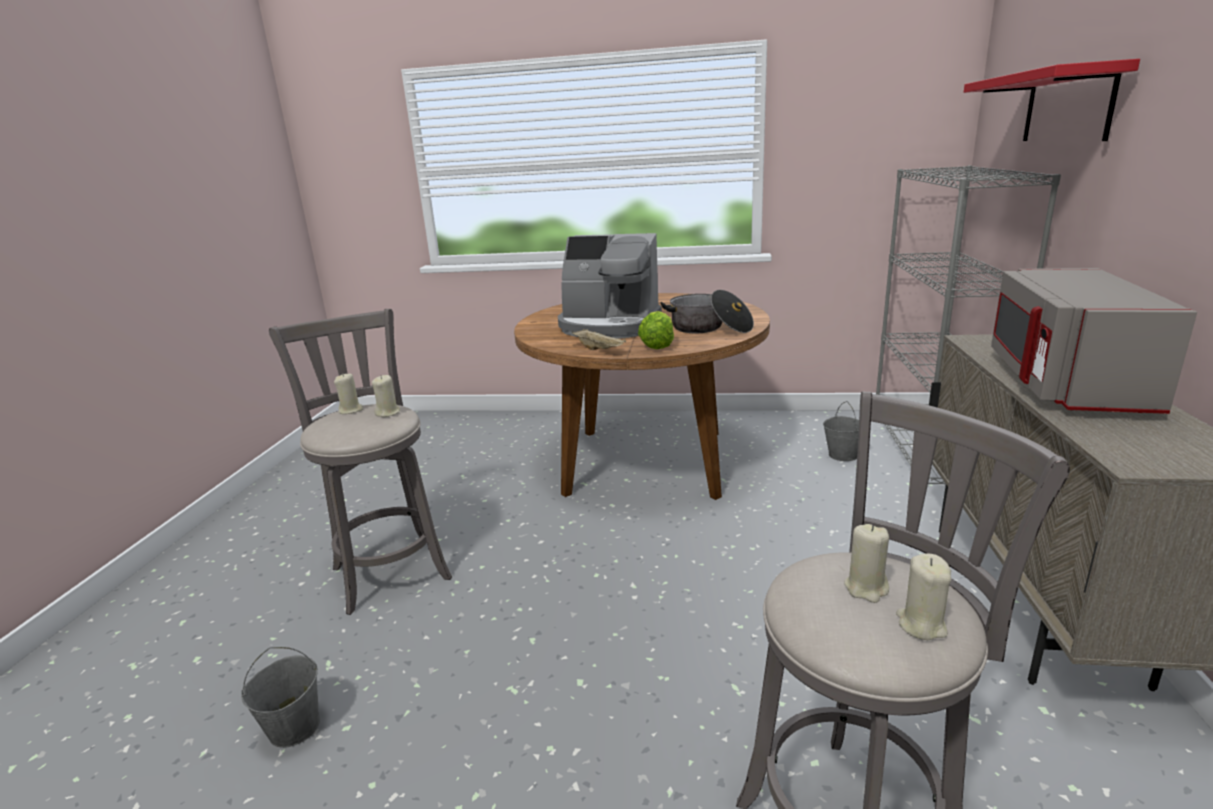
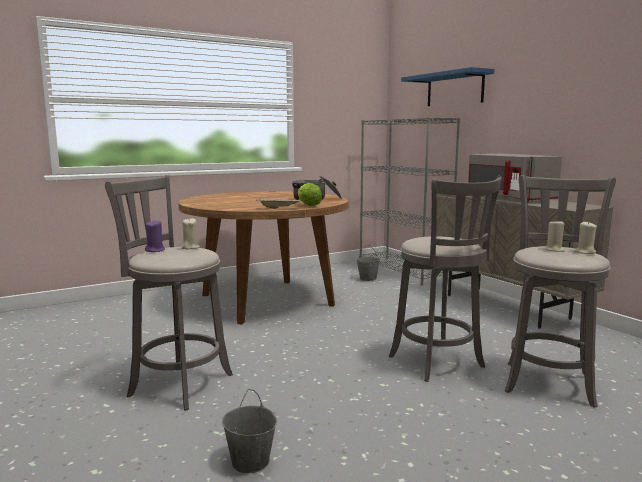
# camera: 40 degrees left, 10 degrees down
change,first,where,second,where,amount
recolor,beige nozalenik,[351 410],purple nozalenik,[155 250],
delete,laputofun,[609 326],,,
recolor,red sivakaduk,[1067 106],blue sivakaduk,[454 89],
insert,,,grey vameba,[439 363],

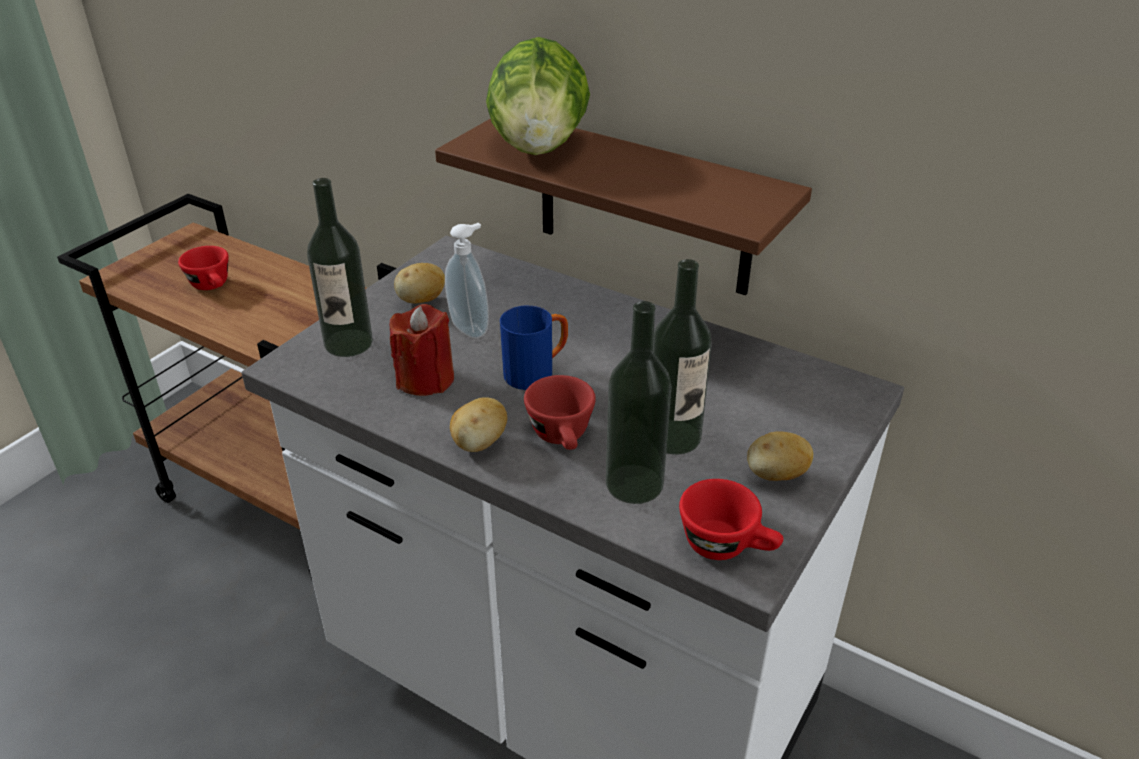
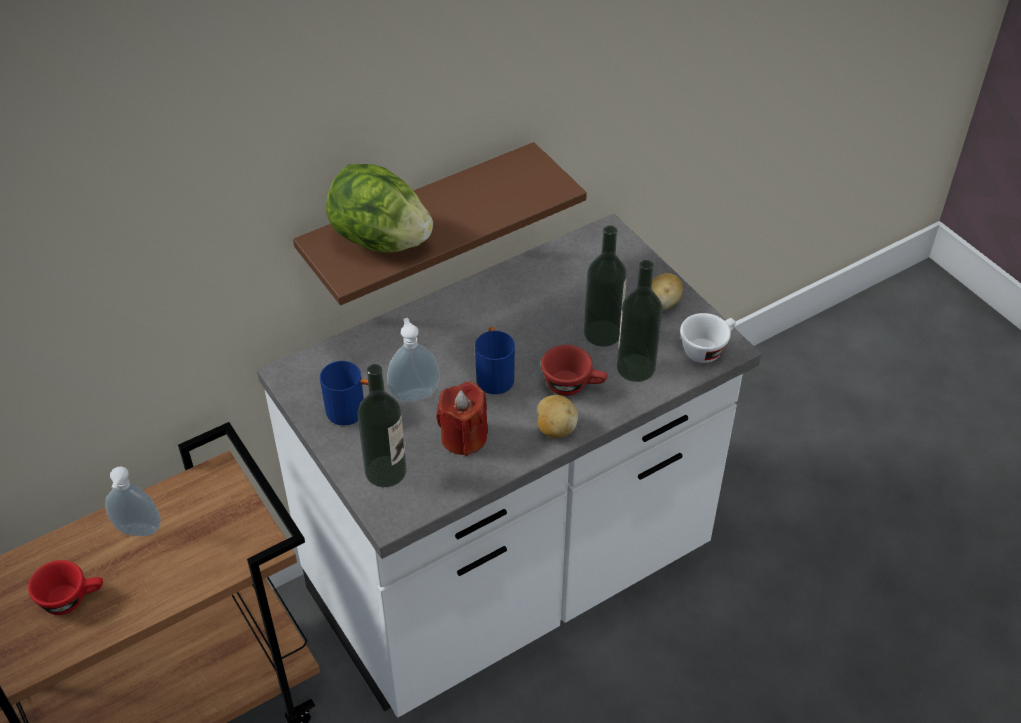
# camera: 65 degrees left, 10 degrees up
change,first,where,second,where,amount
replace,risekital,[421 300],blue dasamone,[353 412],
recolor,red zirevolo,[727 546],white zirevolo,[707 348],
insert,,,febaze,[138 532],

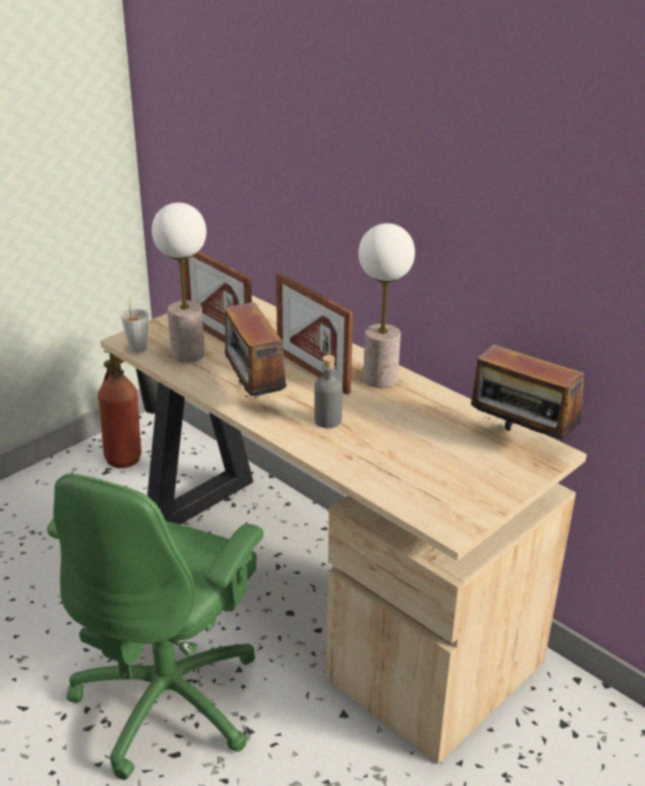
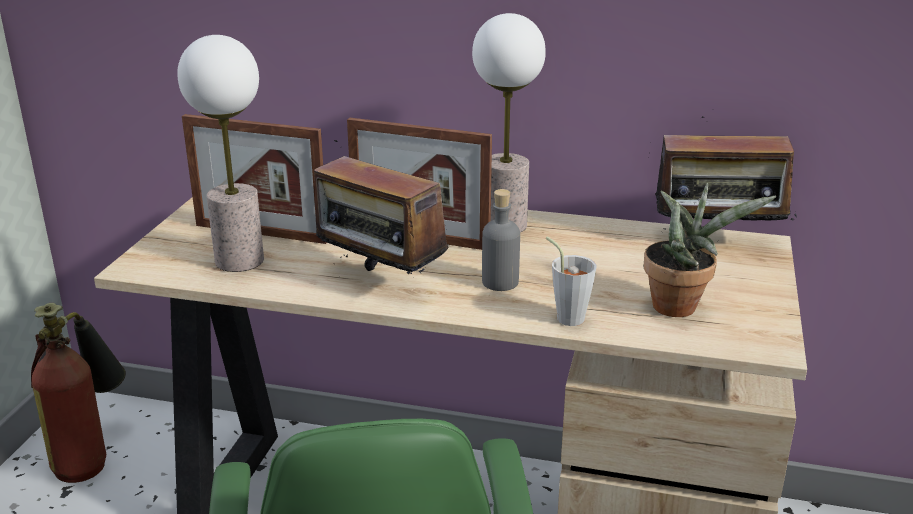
# camera: 30 degrees left, 5 degrees down
change,first,where,second,where,amount
move,grey zirevolo,[138 346],,[566 316],
insert,,,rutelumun,[680 305],

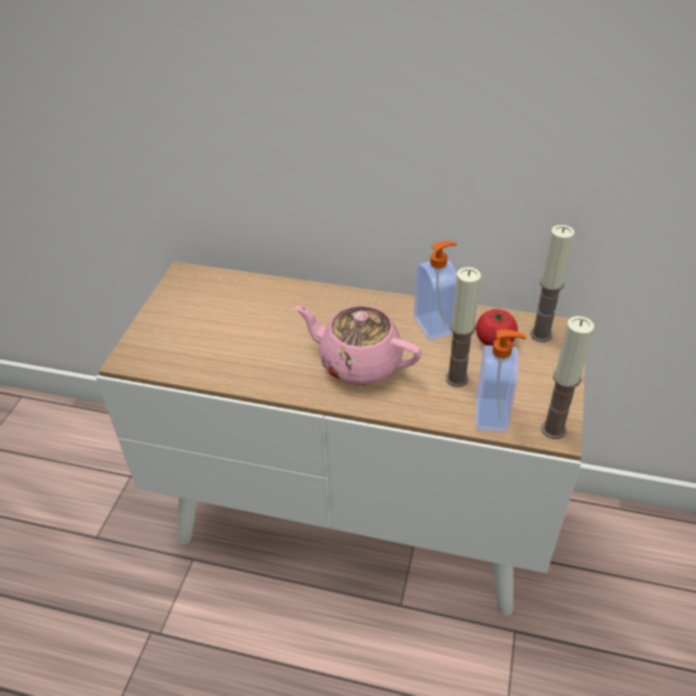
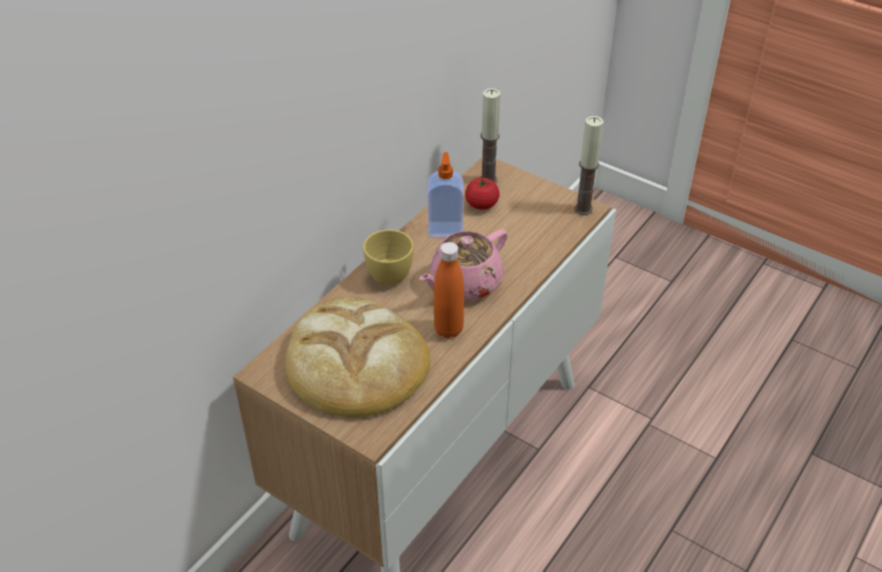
# camera: 70 degrees left, 0 degrees up
change,first,where,second,where,amount
delete,nozalenik,[456 378],,,
delete,febaze,[493 415],,,
insert,,,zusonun,[356 363],
insert,,,yellow zirevolo,[386 273],
insert,,,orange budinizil,[448 329],

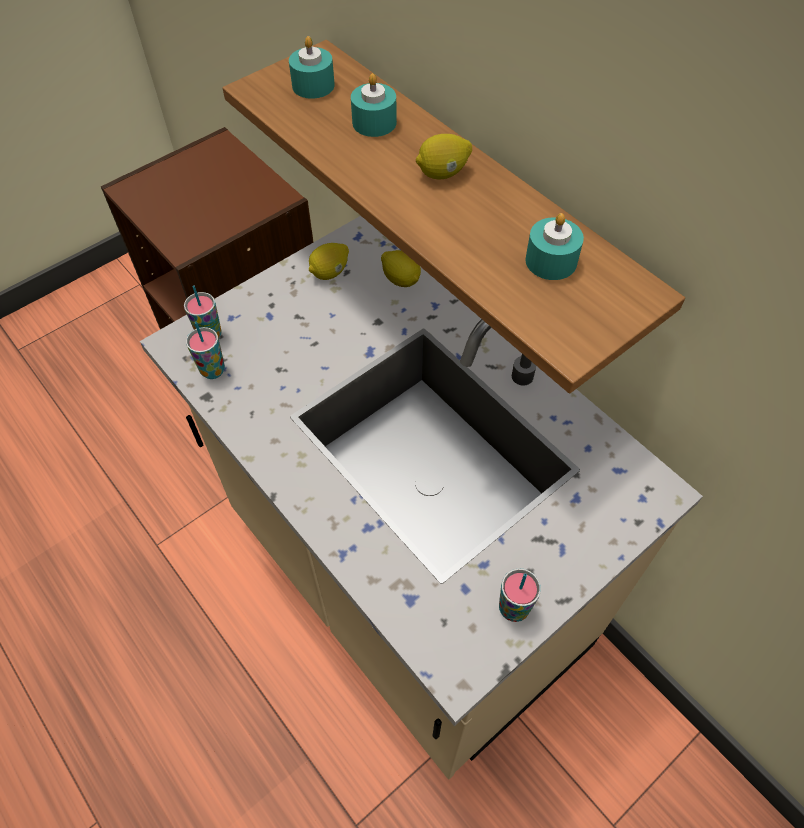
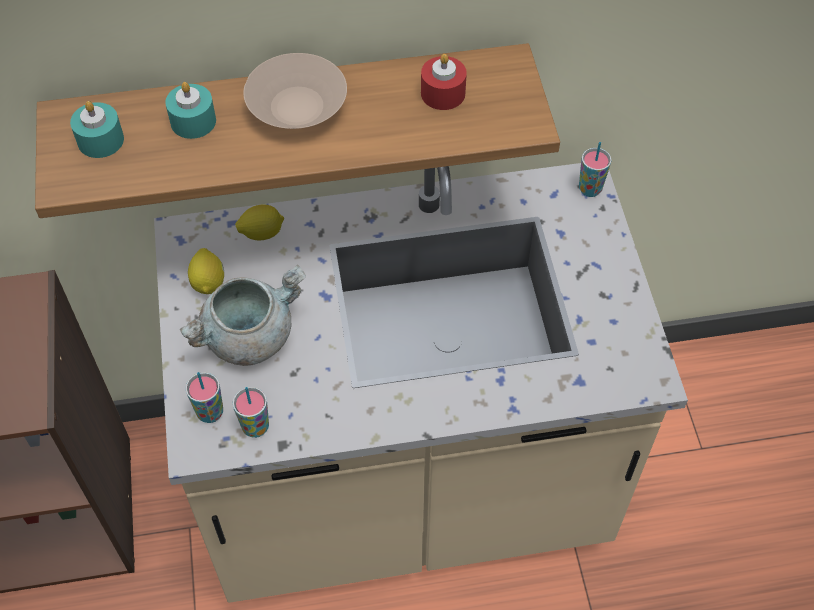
# camera: 60 degrees left, 0 degrees up
change,first,where,second,where,amount
replace,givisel,[443 173],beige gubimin,[297 108],
move,zirevolo,[513 608],,[590 189],
recolor,turquoise nozalenik,[551 261],red nozalenik,[443 93],
insert,,,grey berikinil,[249 336],

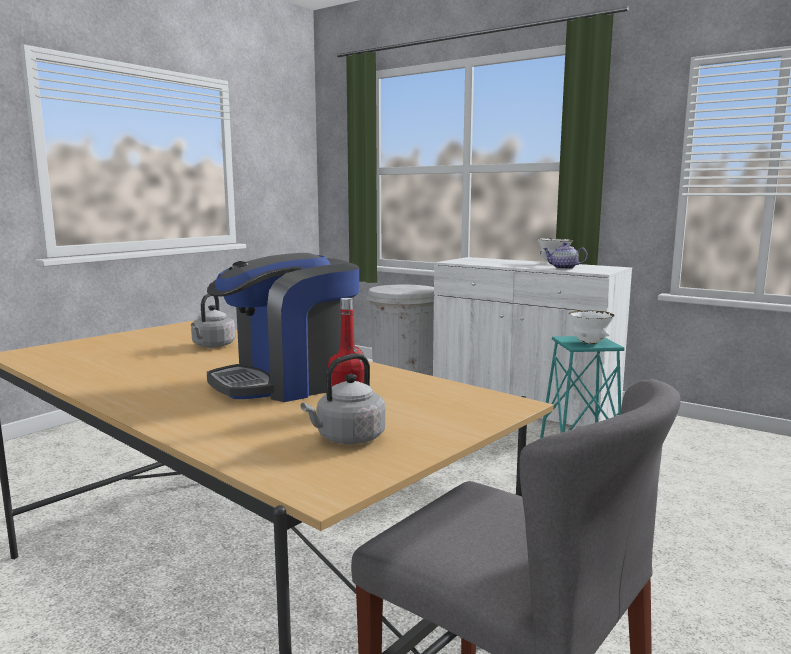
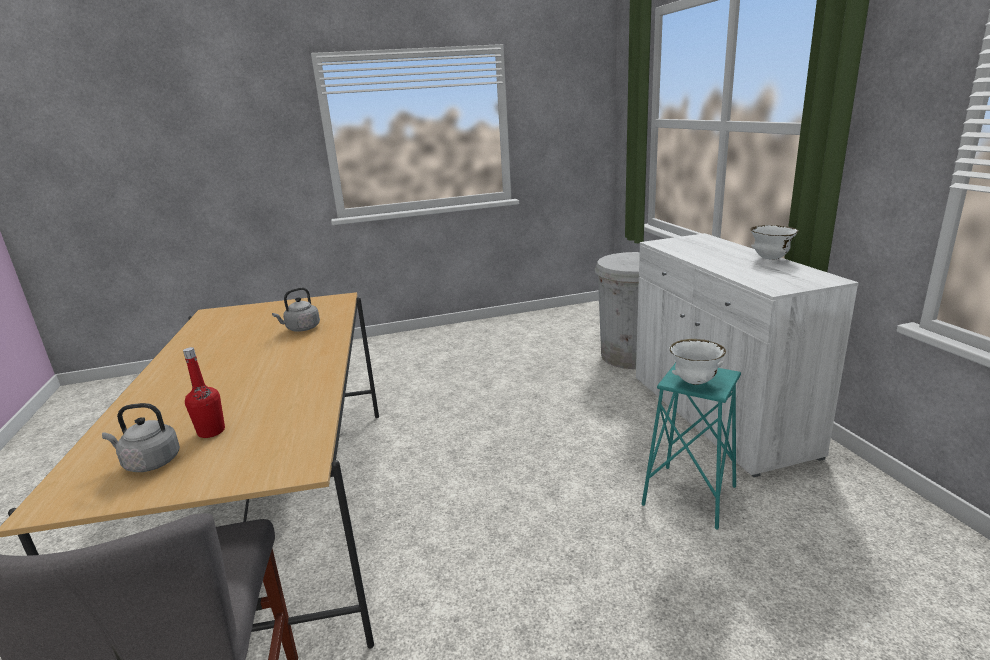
# camera: 40 degrees right, 10 degrees up
change,first,where,second,where,amount
delete,laputofun,[289 382],,,
delete,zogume,[563 268],,,

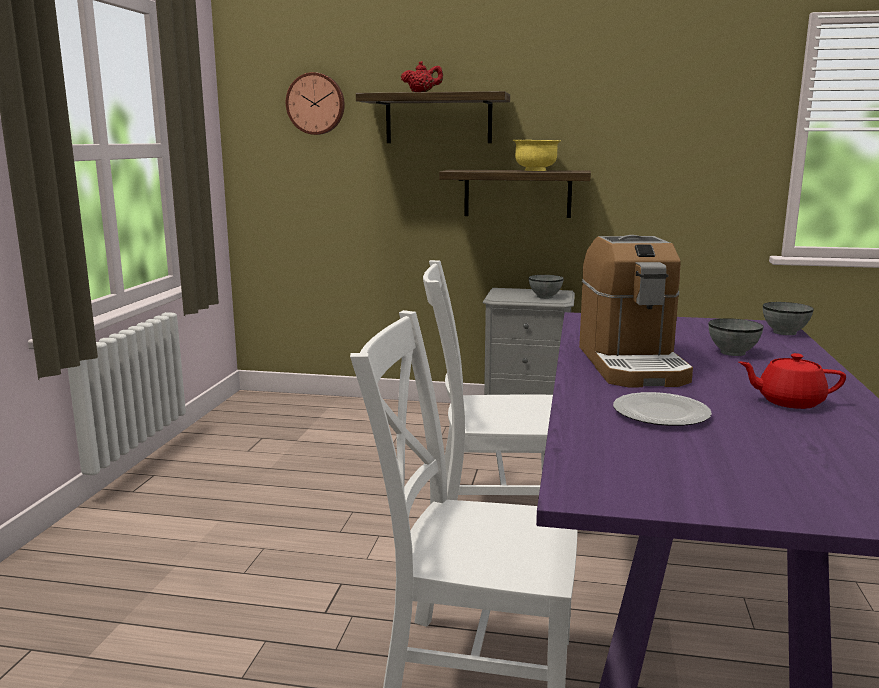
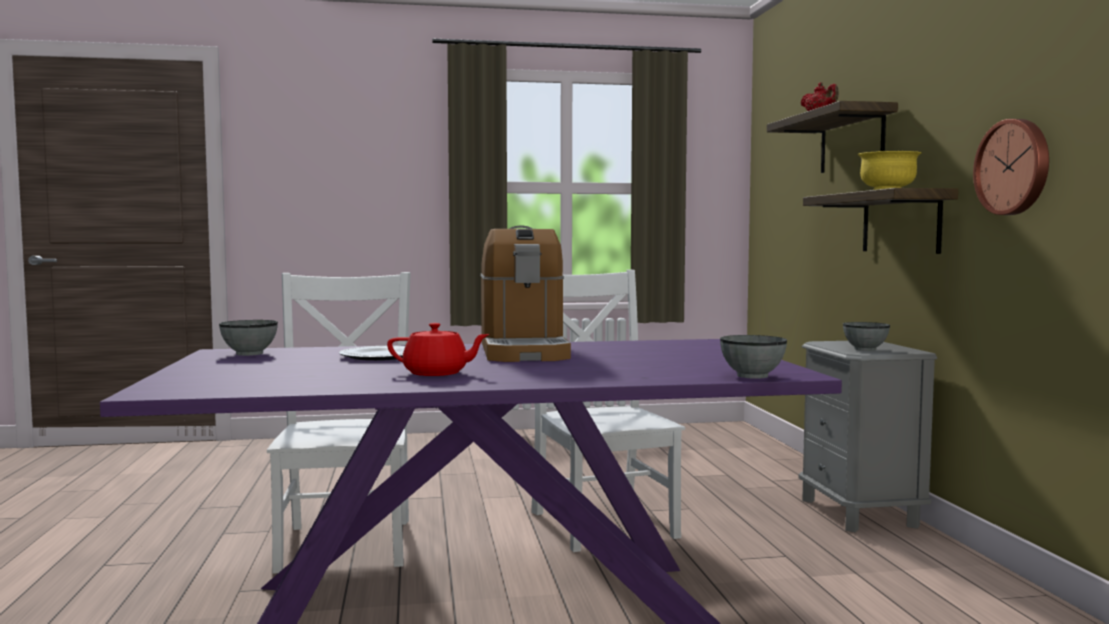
# camera: 70 degrees right, 10 degrees down
change,first,where,second,where,amount
move,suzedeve,[316 104],,[1014 167],
rotate,laputofun,[631 364],,[523 351],75 degrees counterclockwise
move,grey gubimin,[733 352],,[249 354],
rotate,red zogume,[789 401],,[437 373],105 degrees clockwise

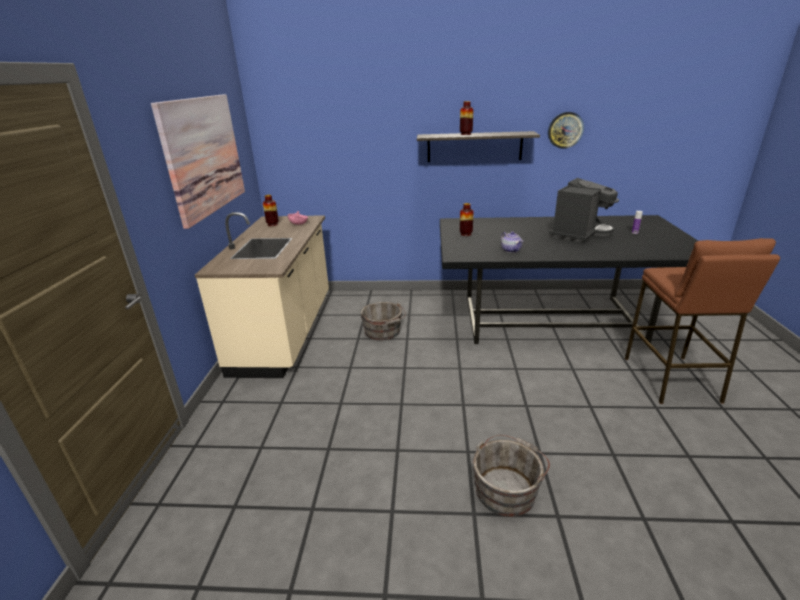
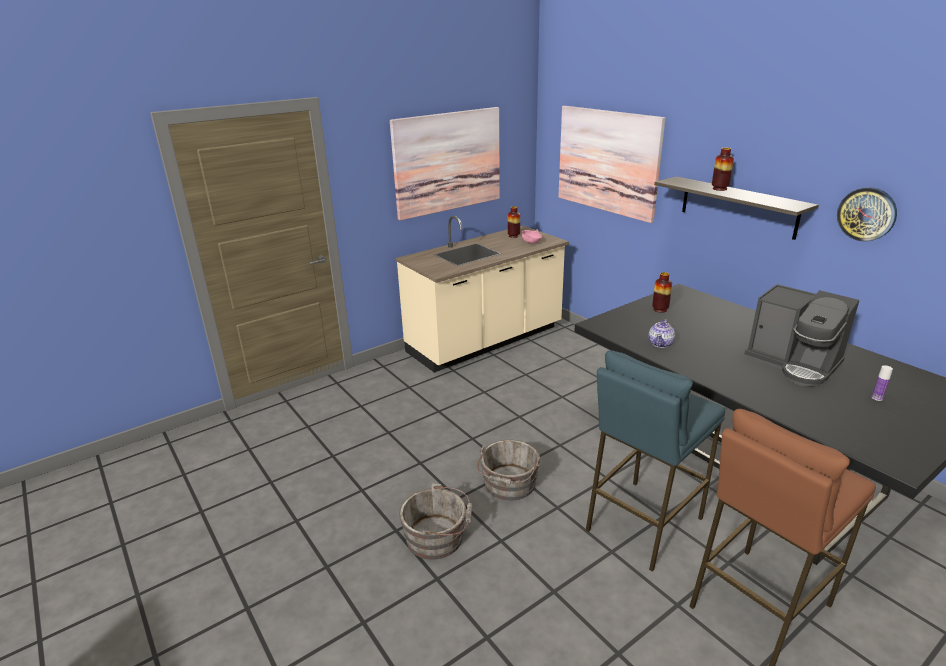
# camera: 50 degrees right, 0 degrees up
change,first,where,second,where,amount
move,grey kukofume,[383 332],,[509 485],
rotate,laputofun,[579 233],,[793 364],45 degrees clockwise
insert,,,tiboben,[607 161],
insert,,,blue vameba,[642 523],

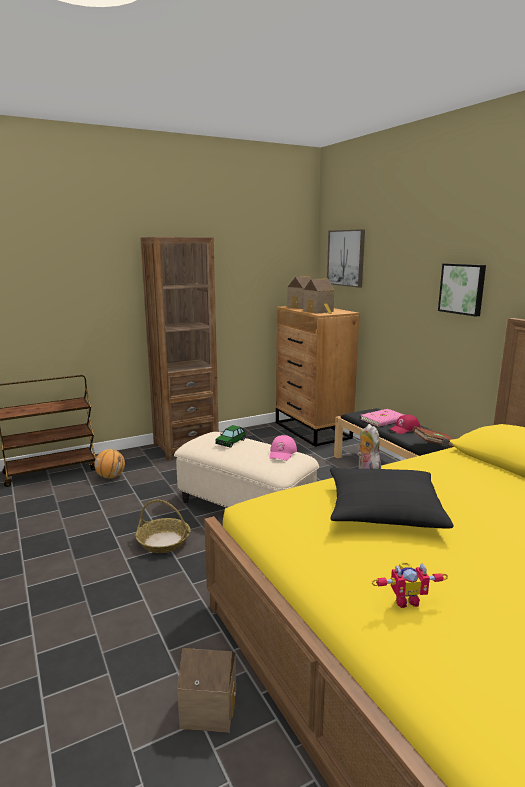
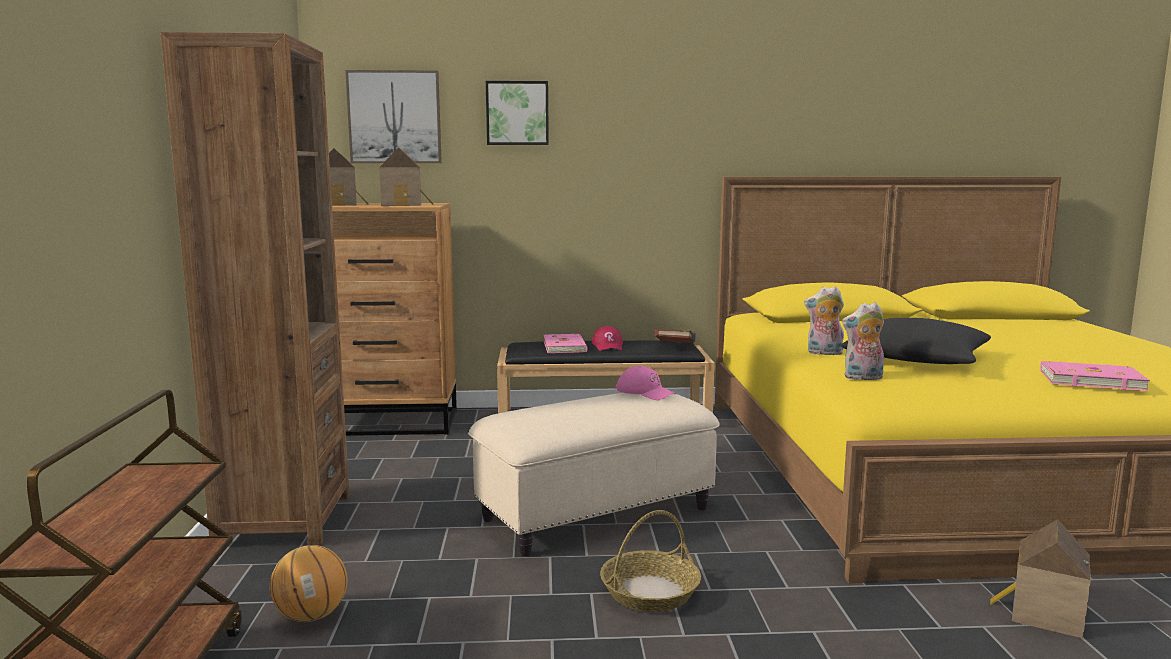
# camera: 65 degrees left, 5 degrees down
change,first,where,second,where,amount
delete,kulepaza,[230 442],,,
replace,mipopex,[406 600],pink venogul,[1090 380],
move,tiboben,[462 289],,[517 113],
insert,,,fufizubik,[863 378],

